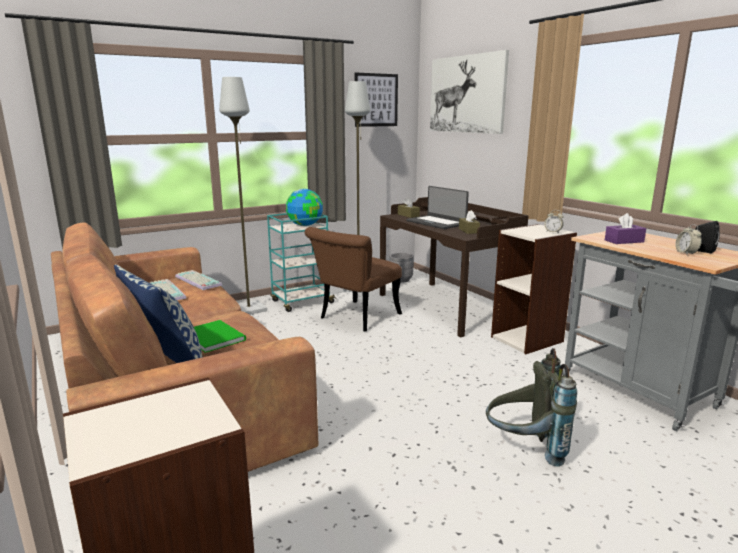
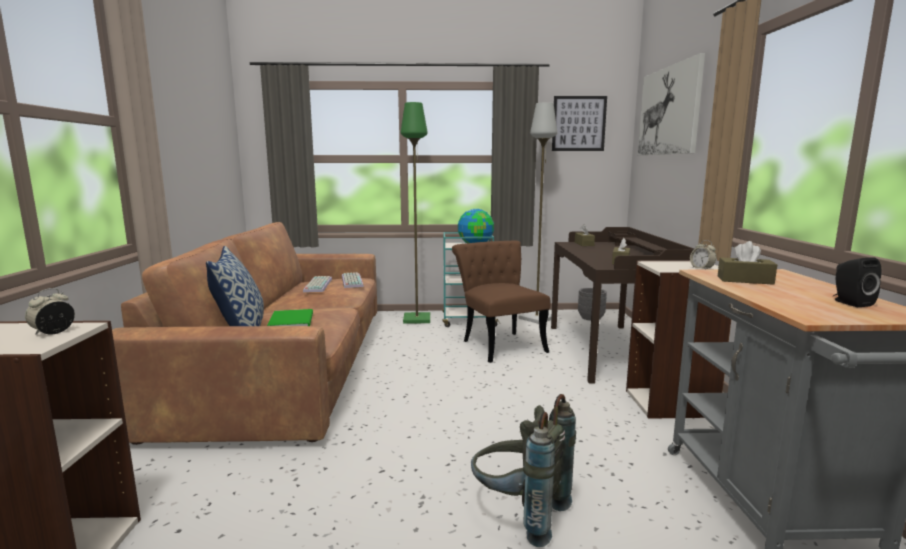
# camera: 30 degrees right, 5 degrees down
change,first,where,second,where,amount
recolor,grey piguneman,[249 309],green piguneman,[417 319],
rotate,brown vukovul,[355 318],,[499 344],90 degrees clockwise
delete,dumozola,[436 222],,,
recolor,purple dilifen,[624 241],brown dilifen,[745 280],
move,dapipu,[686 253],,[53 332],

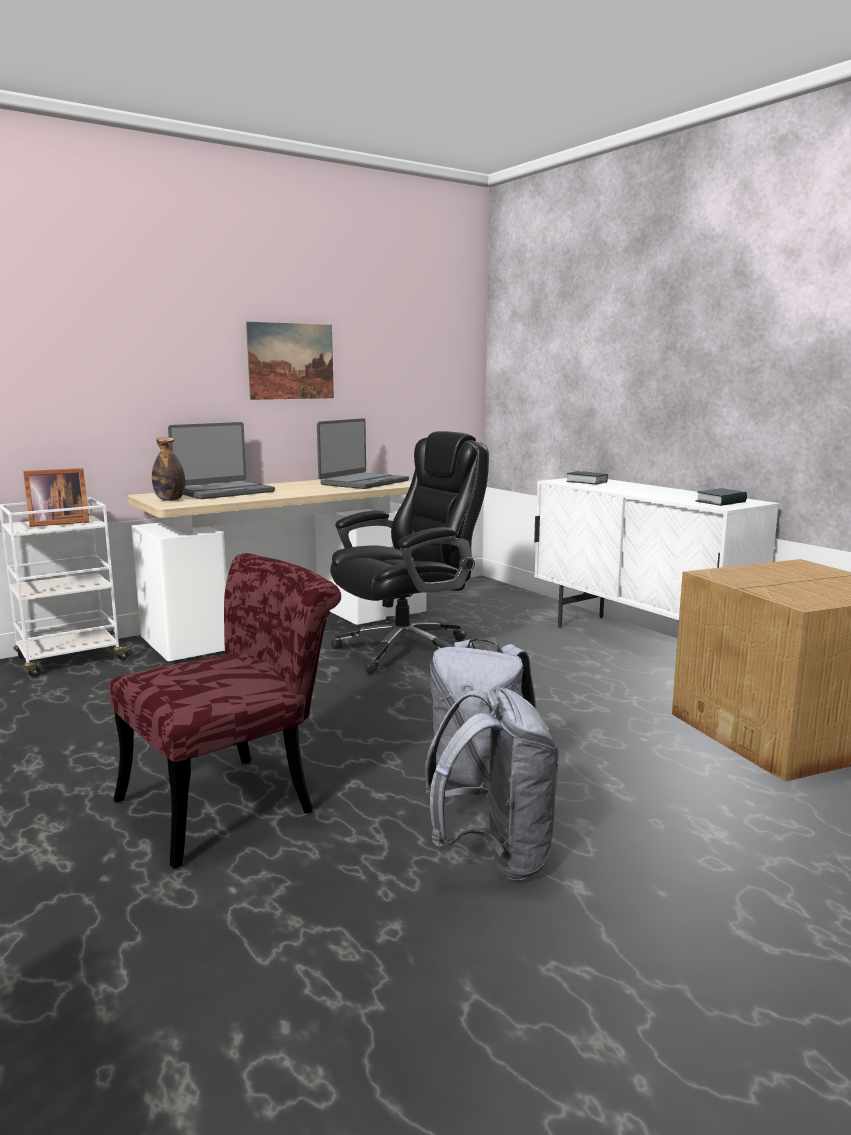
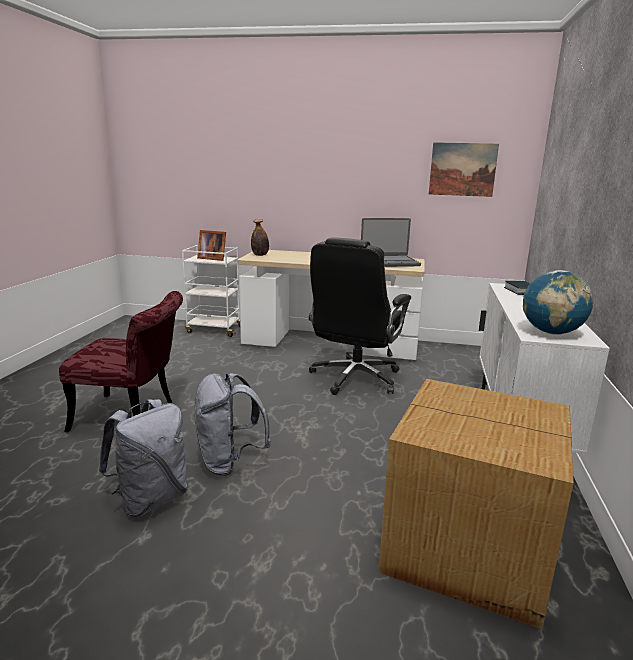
# camera: 45 degrees right, 5 degrees up
change,first,where,second,where,amount
delete,dumozola,[223 492],,,
move,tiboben,[291 361],,[462 169],
rotate,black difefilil,[407 650],,[354 379],105 degrees clockwise
replace,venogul,[721 502],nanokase,[551 332],

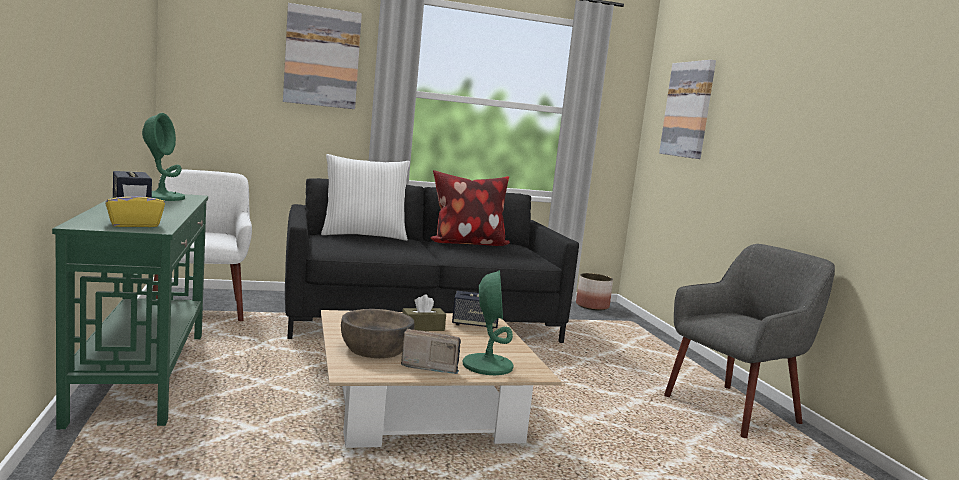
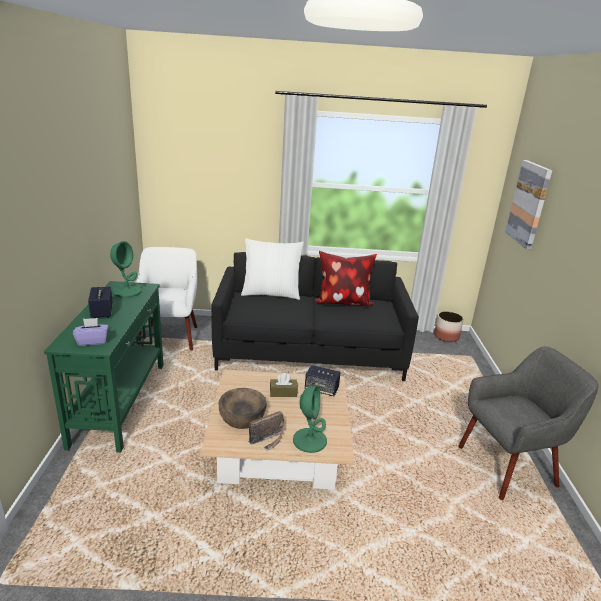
# camera: 15 degrees right, 15 degrees up
change,first,where,second,where,amount
recolor,yellow dilifen,[134 224],purple dilifen,[92 341],
delete,tiboben,[322 57],,,
rotate,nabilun,[429 366],,[269 440],120 degrees clockwise

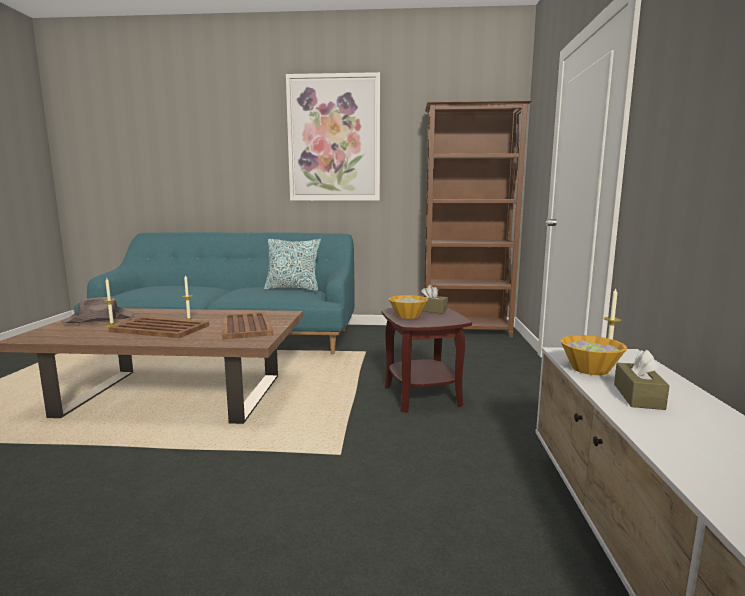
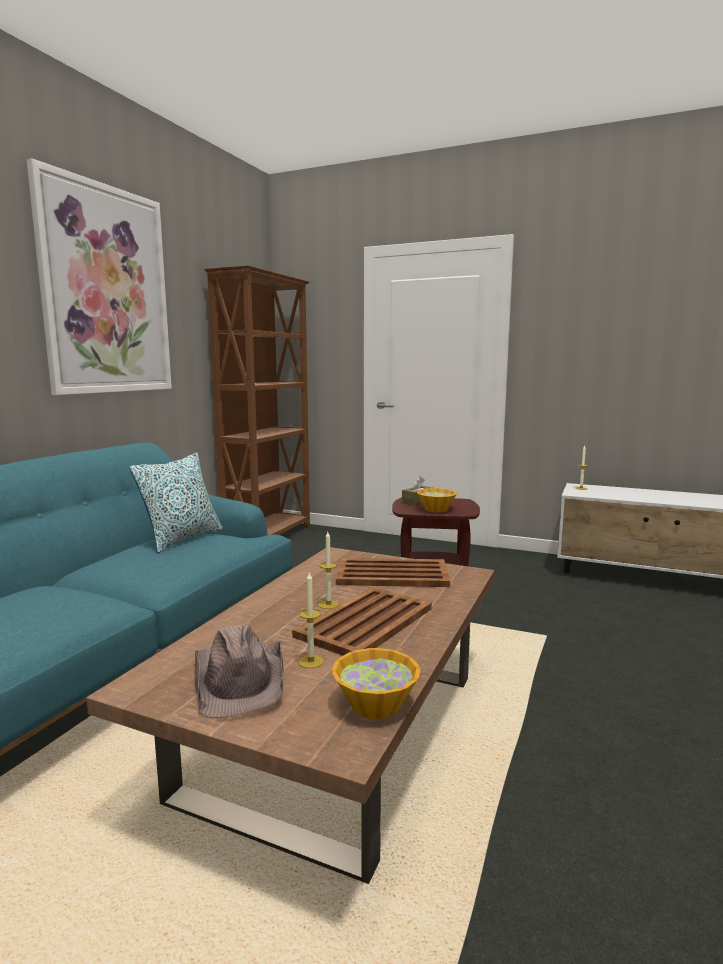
# camera: 70 degrees left, 0 degrees up
change,first,where,second,where,amount
move,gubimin,[589 369],,[375 704],
delete,brown dilifen,[638 396],,,

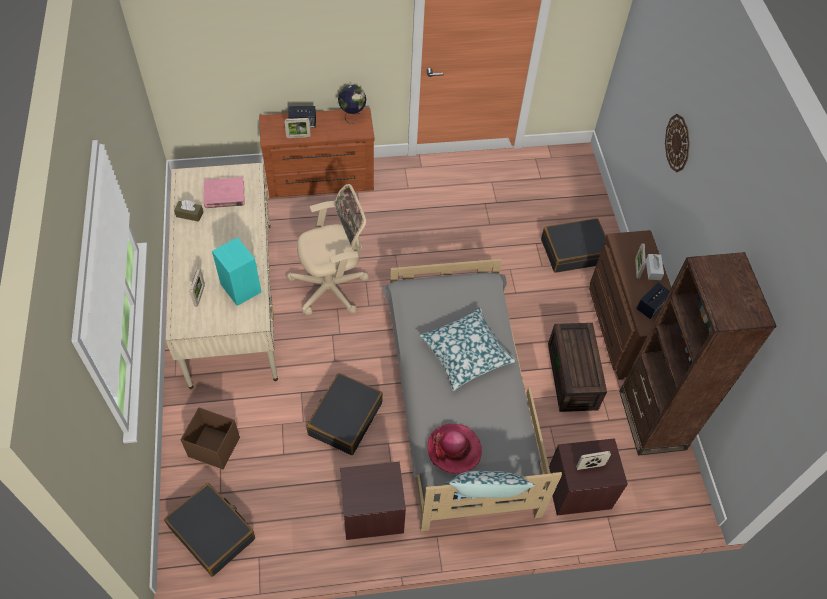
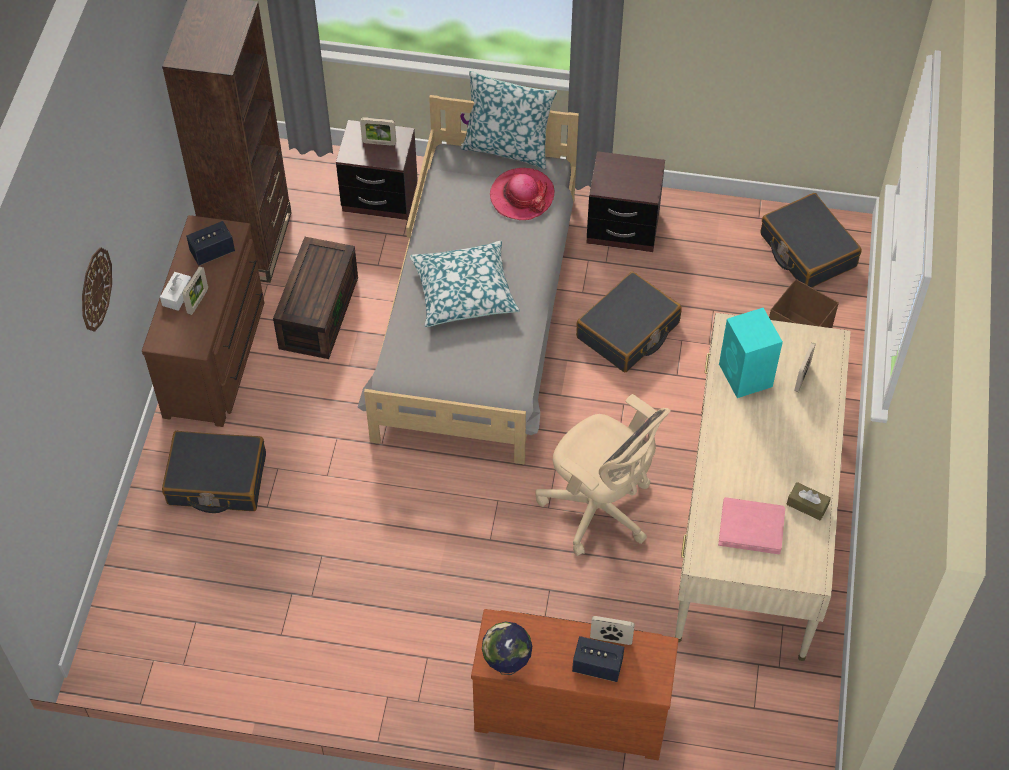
# camera: 160 degrees left, 0 degrees up
change,first,where,second,where,amount
rotate,beige difefilil,[332 287],,[600 509],135 degrees counterclockwise

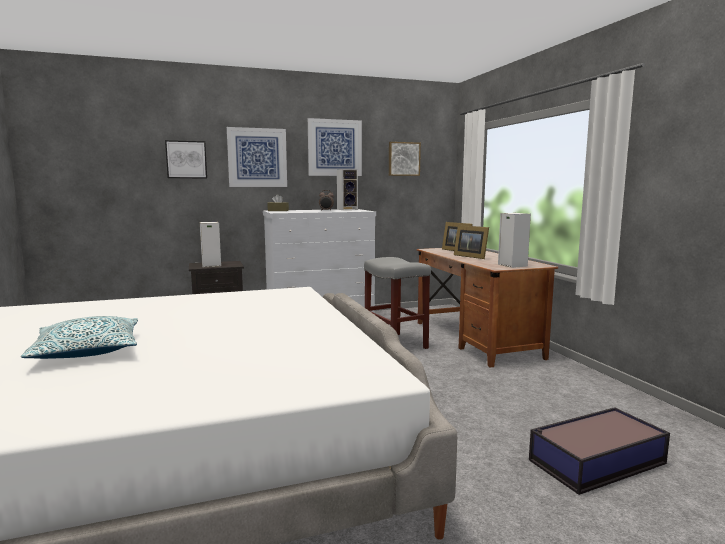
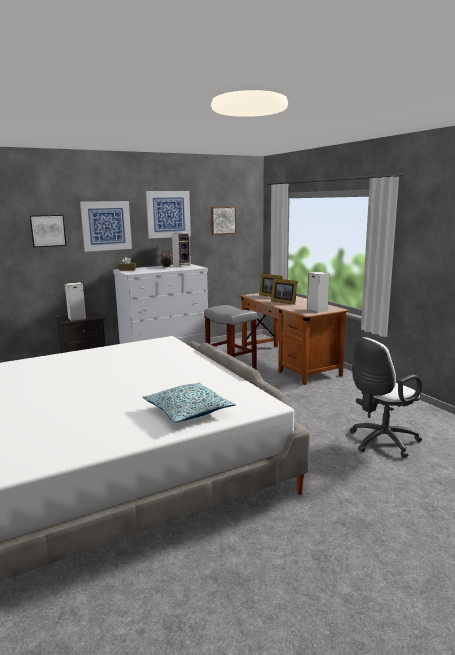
# camera: 10 degrees left, 5 degrees up
change,first,where,second,where,amount
move,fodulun,[87 351],,[188 411],
replace,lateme,[595 462],white difefilil,[380 442],

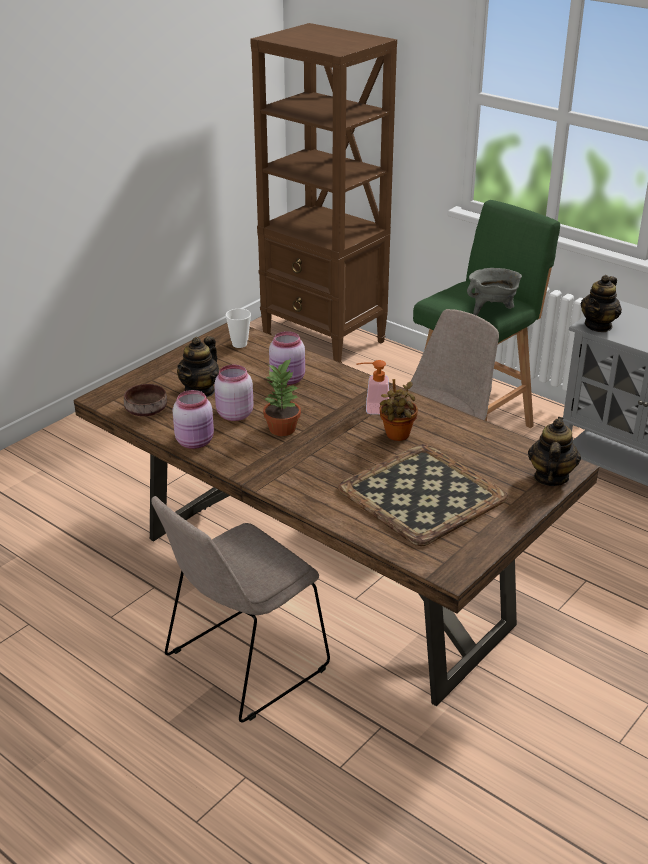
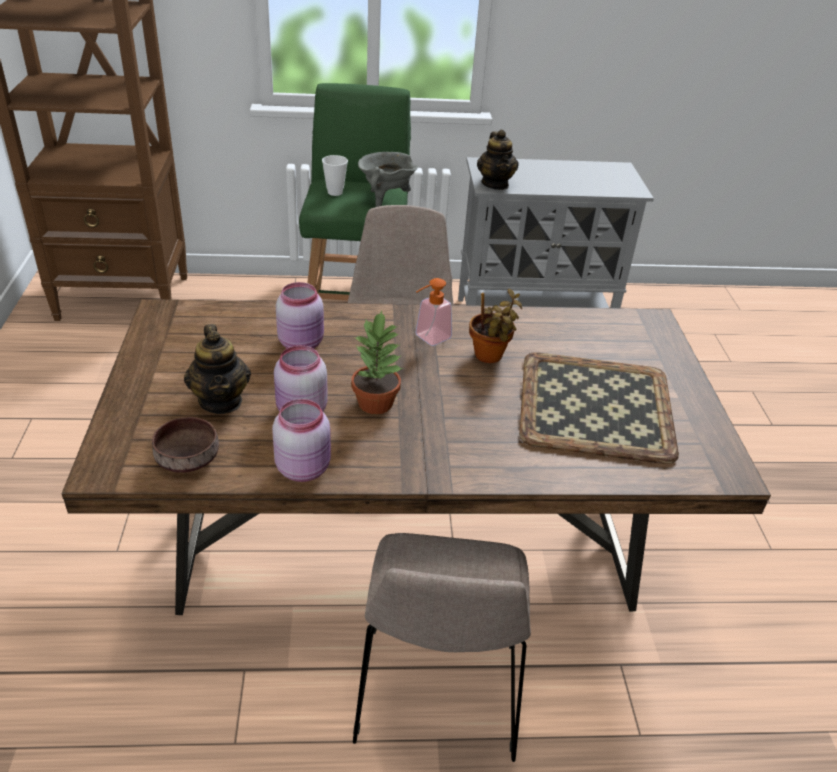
# camera: 45 degrees left, 5 degrees up
change,first,where,second,where,amount
move,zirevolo,[239 344],,[335 192],
delete,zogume,[550 477],,,

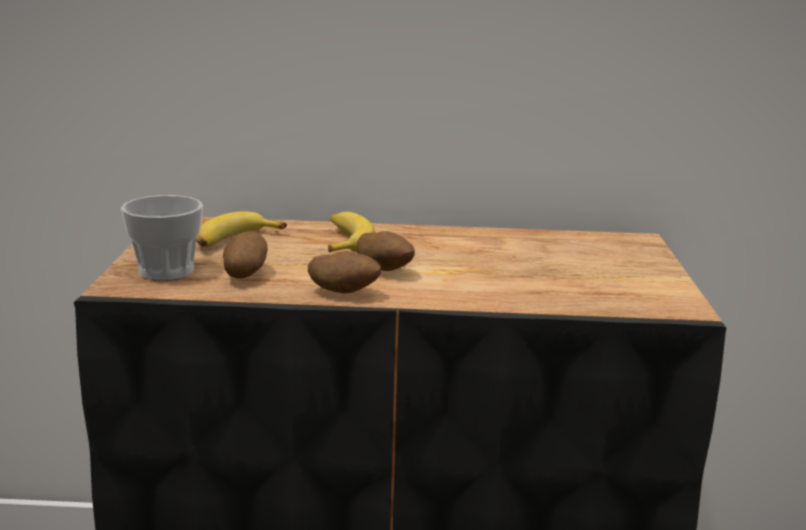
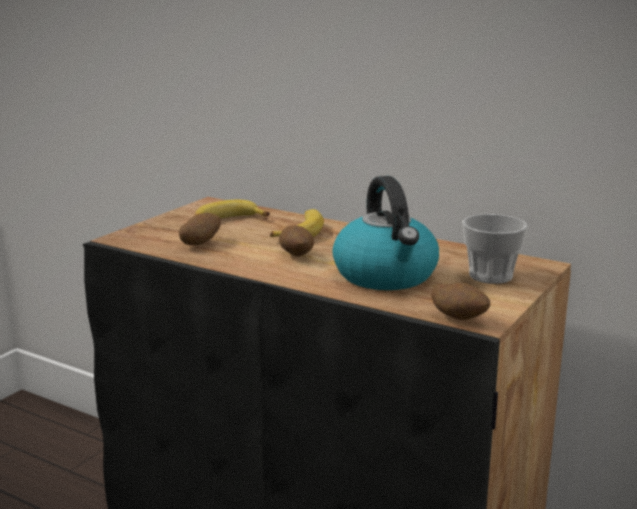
# camera: 30 degrees right, 0 degrees up
change,first,where,second,where,amount
move,zirevolo,[166 271],,[490 276],
move,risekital,[344 293],,[459 319],
insert,,,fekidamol,[386 276],

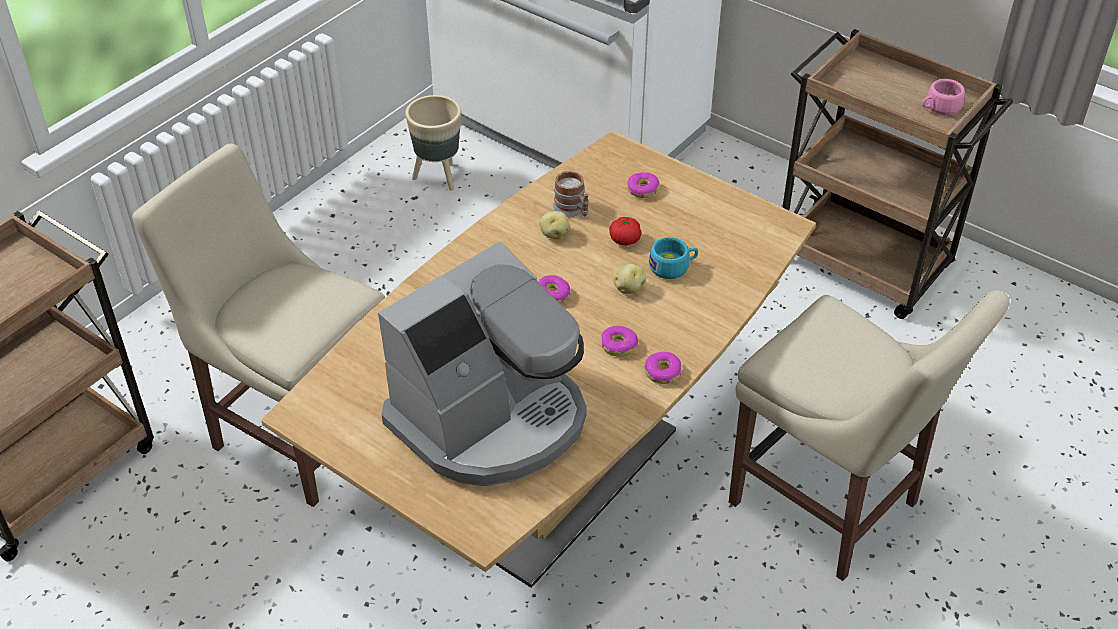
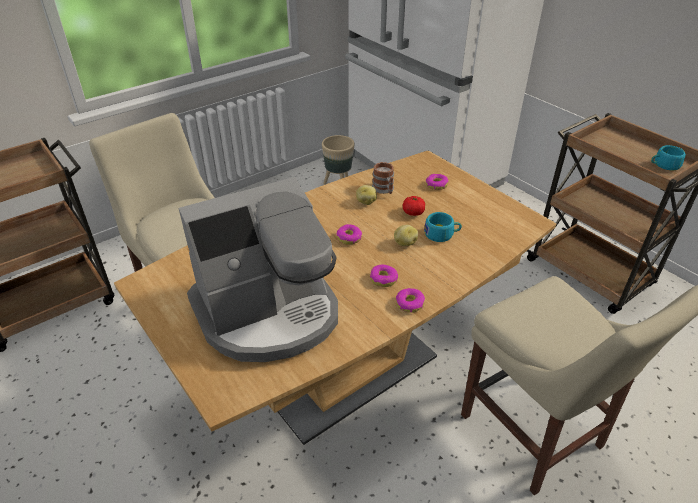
# camera: 15 degrees right, 5 degrees down
change,first,where,second,where,amount
recolor,pink zirevolo,[939 107],turquoise zirevolo,[663 165],

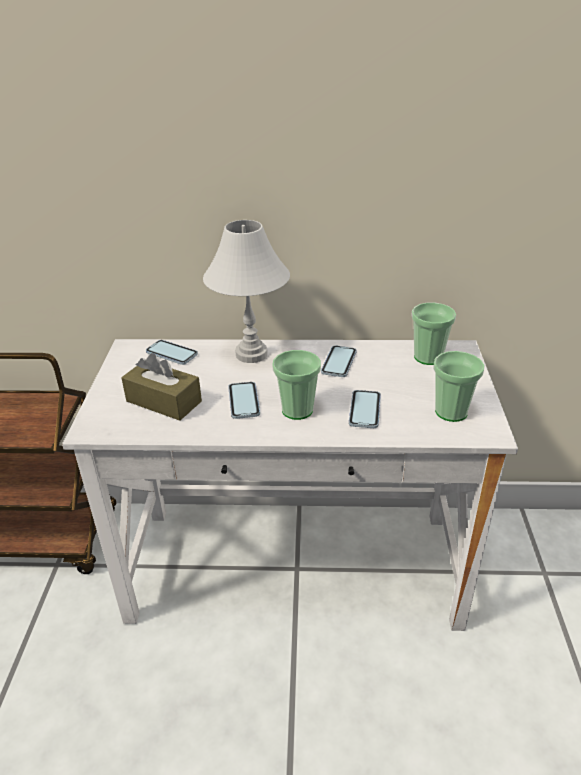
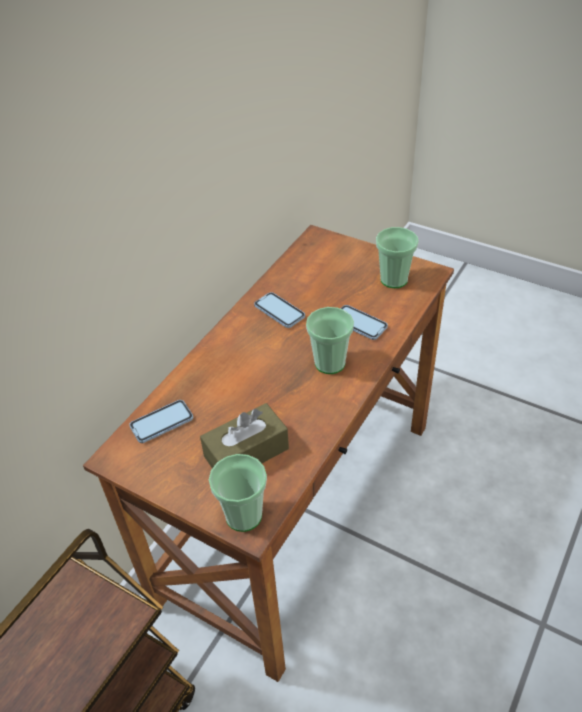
# camera: 60 degrees left, 10 degrees up
change,first,where,second,where,amount
recolor,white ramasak,[295 565],brown ramasak,[298 508],
delete,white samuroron,[251 354],,,
delete,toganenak,[244 401],,,
move,zirevolo,[428 357],,[243 515],

